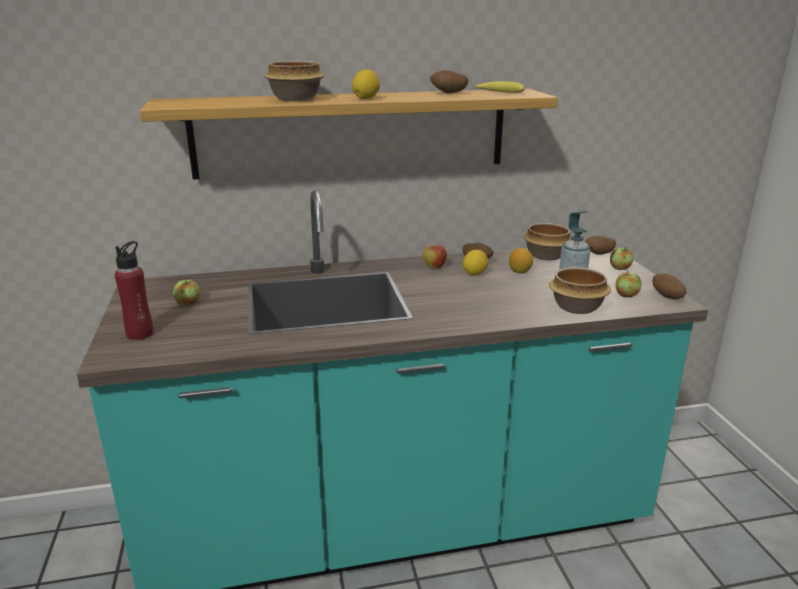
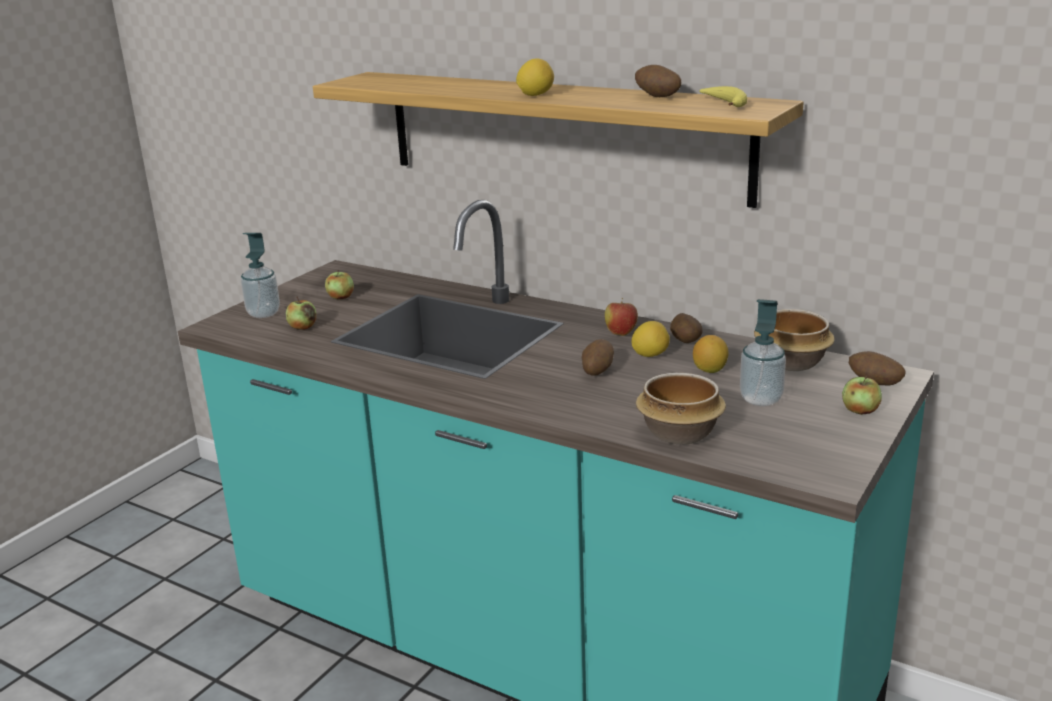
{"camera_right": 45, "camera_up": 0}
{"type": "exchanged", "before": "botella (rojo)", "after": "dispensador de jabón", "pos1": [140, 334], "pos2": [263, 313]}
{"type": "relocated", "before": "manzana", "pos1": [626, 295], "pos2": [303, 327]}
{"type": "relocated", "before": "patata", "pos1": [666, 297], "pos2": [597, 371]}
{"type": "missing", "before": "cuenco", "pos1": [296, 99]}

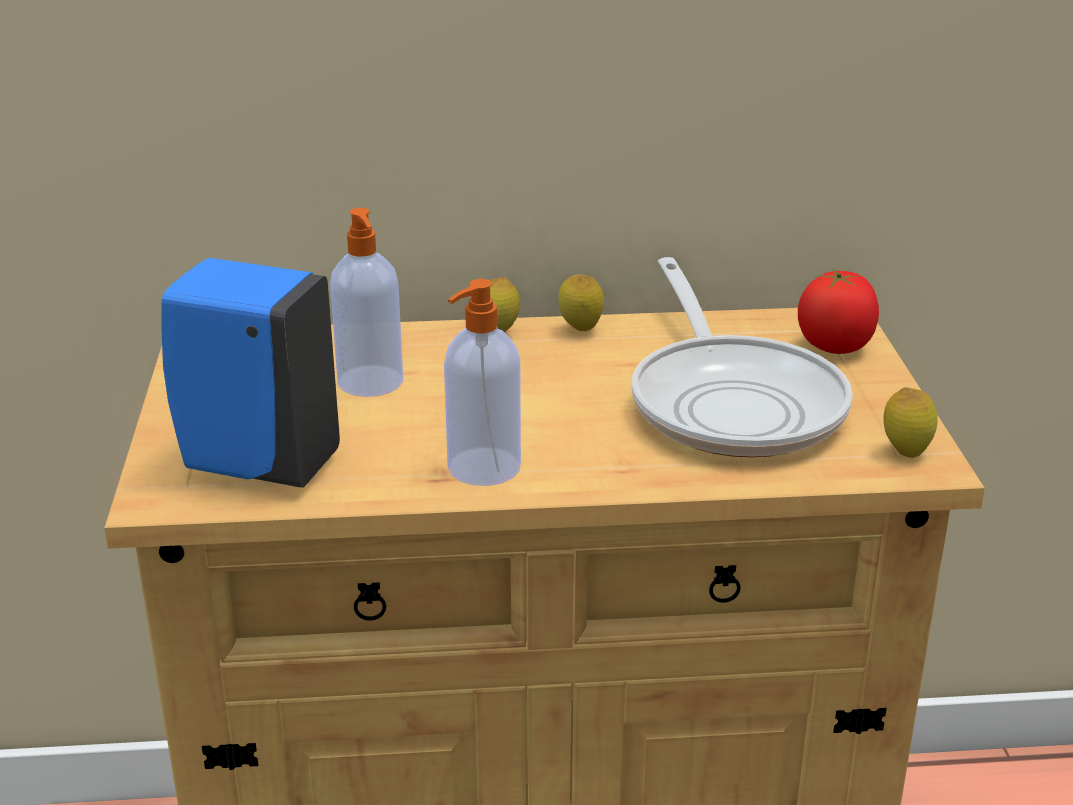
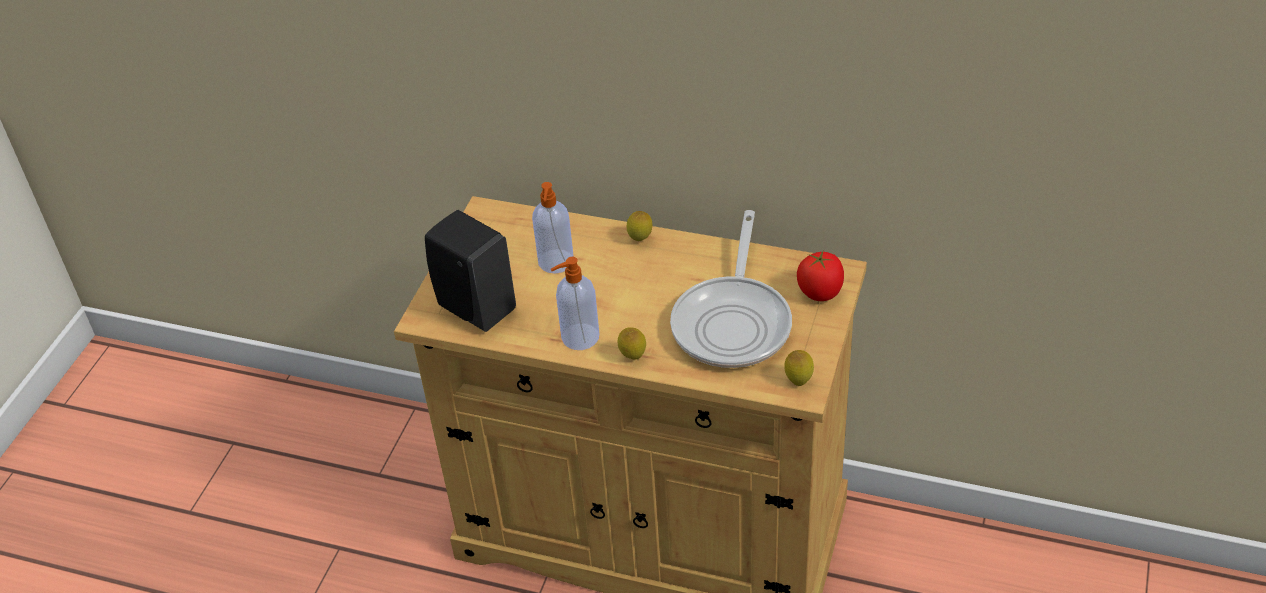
{"camera_right": 25, "camera_up": 15}
{"type": "colour", "before": "dispensador de jabón (azul)", "after": "dispensador de jabón (negro)", "pos1": [256, 465], "pos2": [475, 308]}
{"type": "relocated", "before": "limón", "pos1": [580, 330], "pos2": [632, 357]}

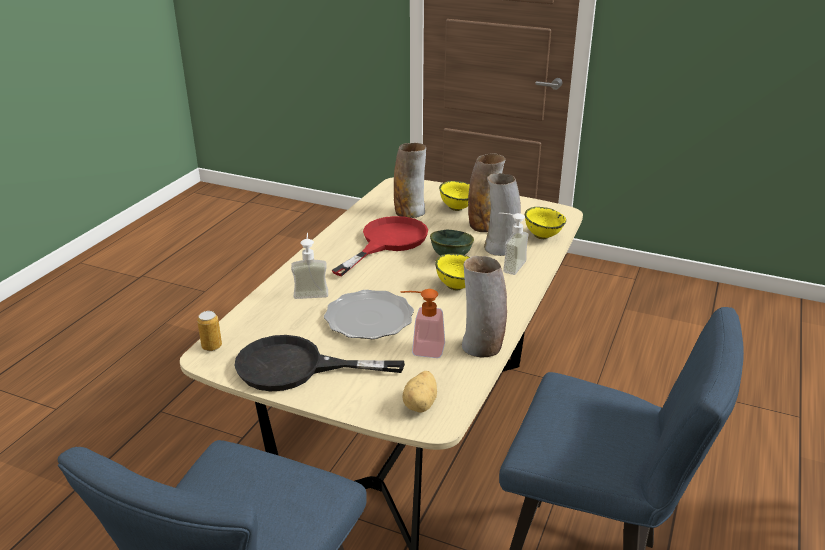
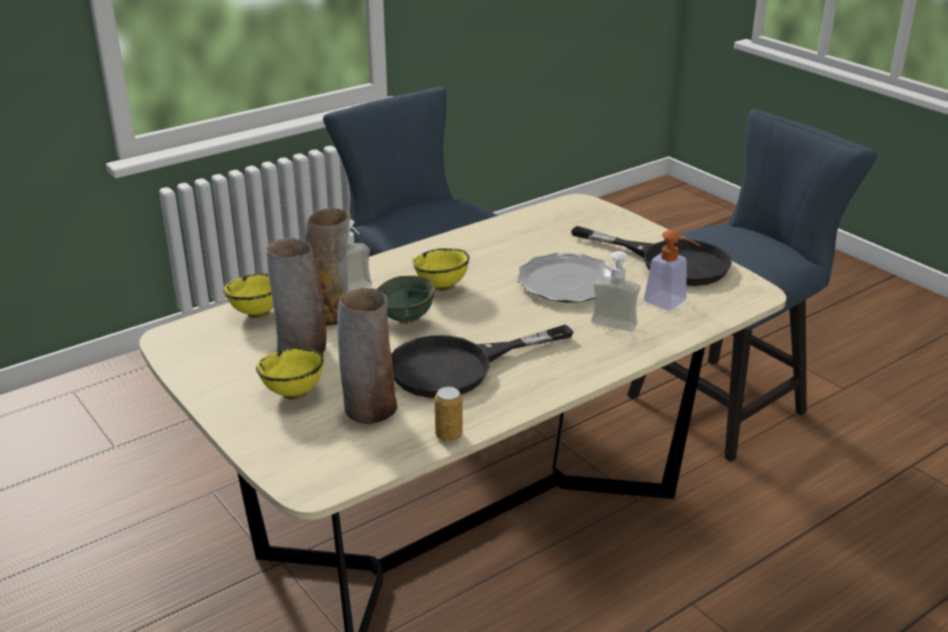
{"camera_right": -150, "camera_up": 0}
{"type": "colour", "before": "sartén (rojo)", "after": "sartén (negro)", "pos1": [387, 242], "pos2": [458, 366]}
{"type": "relocated", "before": "lata", "pos1": [212, 346], "pos2": [448, 435]}
{"type": "relocated", "before": "dispensador de jabón", "pos1": [422, 349], "pos2": [671, 304]}
{"type": "missing", "before": "patata", "pos1": [421, 404]}
{"type": "missing", "before": "florero", "pos1": [482, 347]}

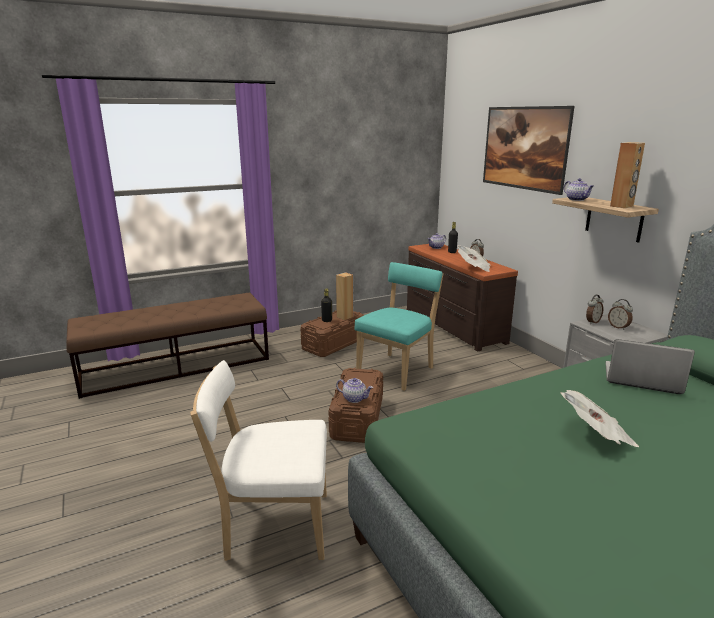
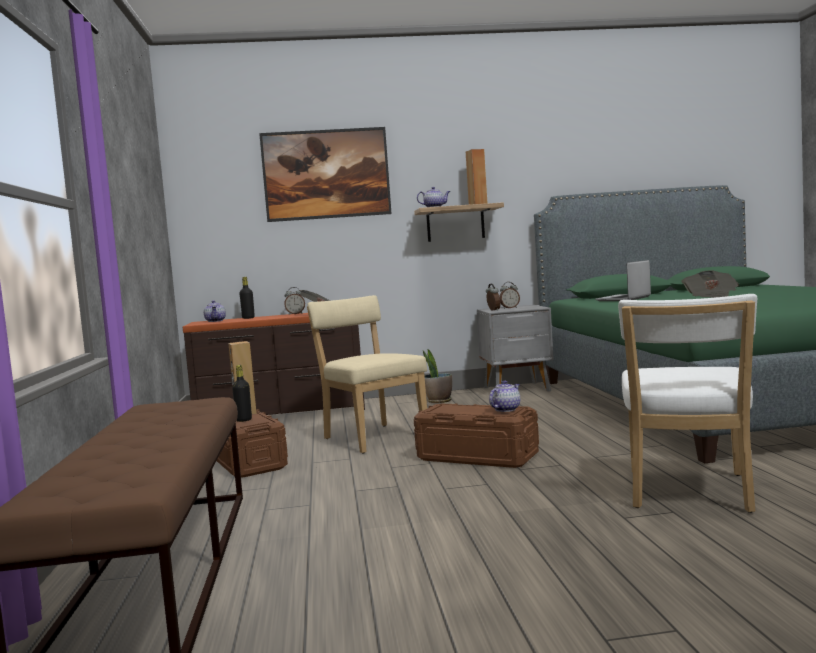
{"camera_right": -70, "camera_up": -15}
{"type": "colour", "before": "silla (turquesa)", "after": "silla (beis)", "pos1": [398, 370], "pos2": [372, 437]}
{"type": "appeared", "after": "planta en maceta", "pos2": [438, 401]}

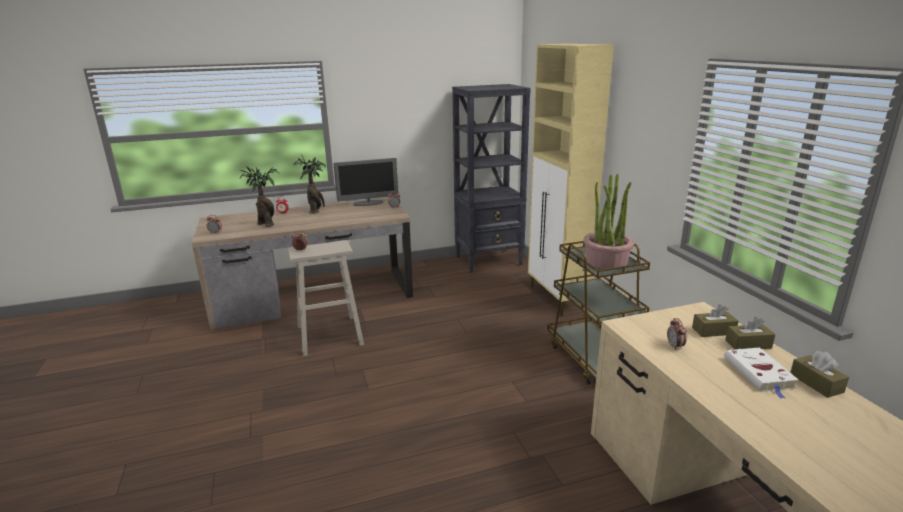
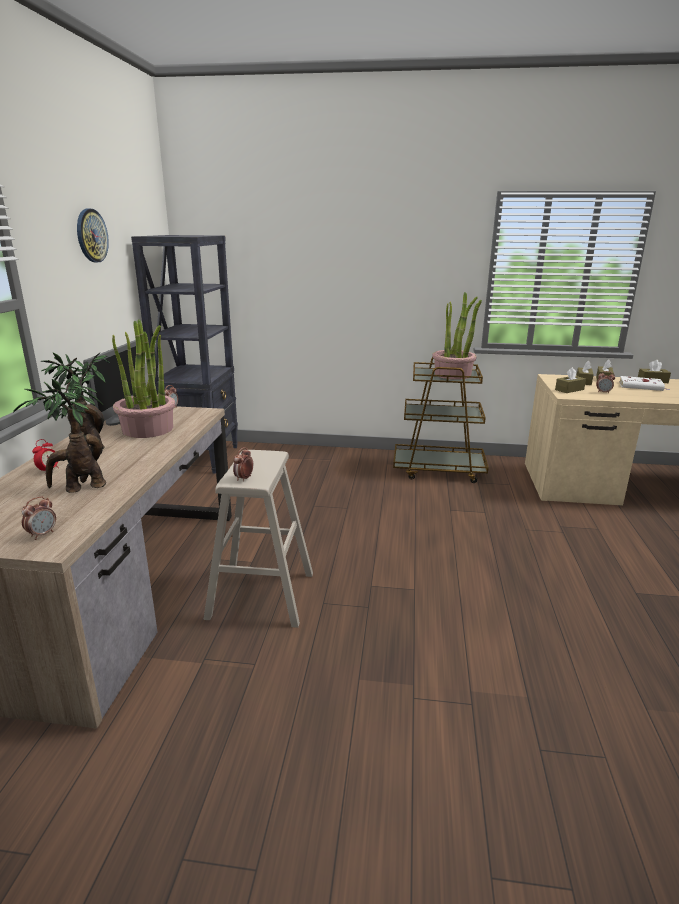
{"camera_right": -65, "camera_up": 0}
{"type": "appeared", "after": "reloj de pared", "pos2": [91, 235]}
{"type": "appeared", "after": "planta en maceta", "pos2": [148, 429]}
{"type": "appeared", "after": "caja de pañuelos (marrón)", "pos2": [569, 389]}
{"type": "missing", "before": "armario (beis)", "pos1": [557, 299]}

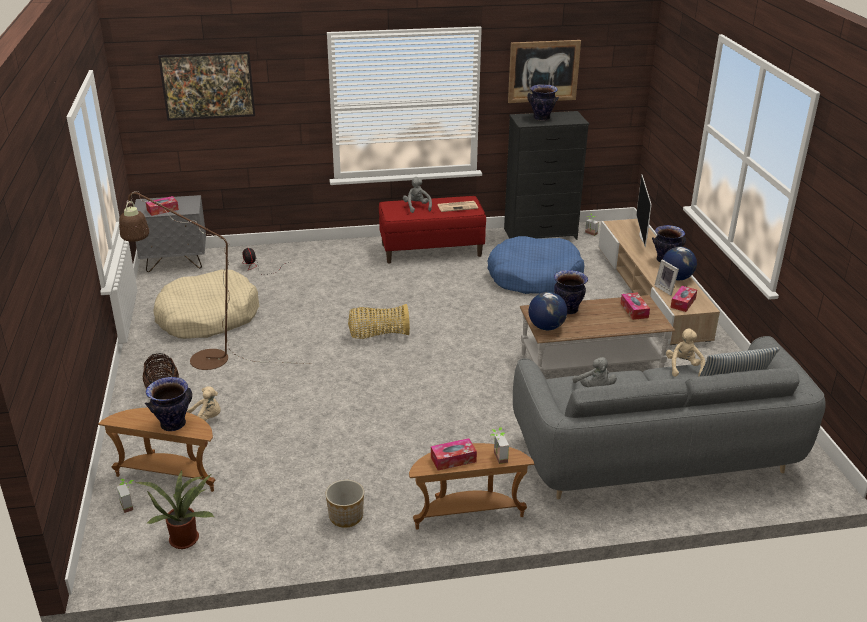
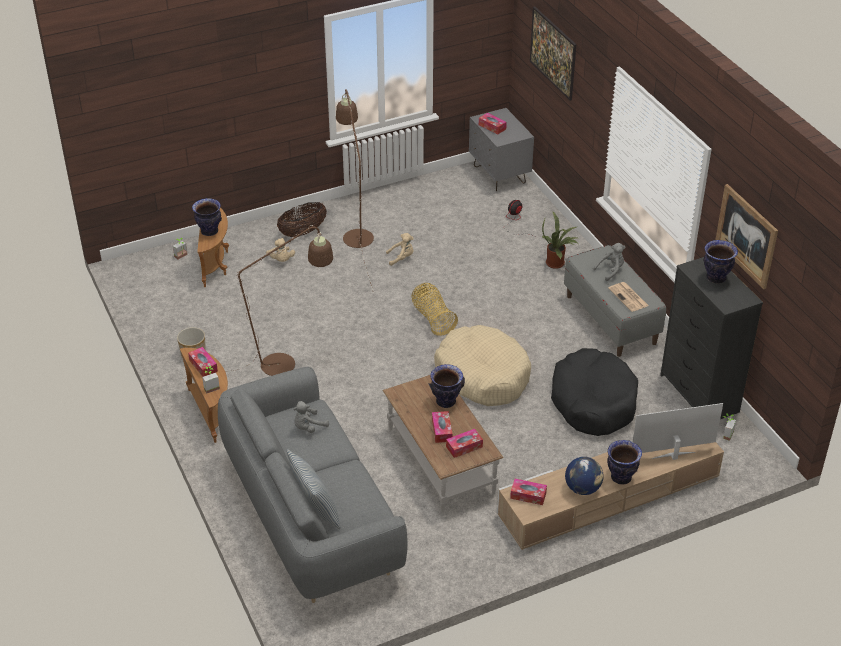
{"camera_right": 75, "camera_up": 10}
{"type": "appeared", "after": "lámpara de pie (marrón)", "pos2": [287, 363]}
{"type": "relocated", "before": "peluche (beis)", "pos1": [683, 367], "pos2": [401, 258]}
{"type": "appeared", "after": "caja de pañuelos", "pos2": [442, 430]}
{"type": "relocated", "before": "cama para perro (beis)", "pos1": [207, 317], "pos2": [482, 375]}
{"type": "relocated", "before": "planta en maceta", "pos1": [185, 537], "pos2": [557, 263]}
{"type": "colour", "before": "cama para perro (azul)", "after": "cama para perro (negro)", "pos1": [534, 277], "pos2": [593, 401]}
{"type": "colour", "before": "banco (rojo)", "after": "banco (gris)", "pos1": [431, 250], "pos2": [611, 319]}
{"type": "missing", "before": "globo terráqueo", "pos1": [546, 327]}
{"type": "missing", "before": "portarretratos", "pos1": [666, 289]}

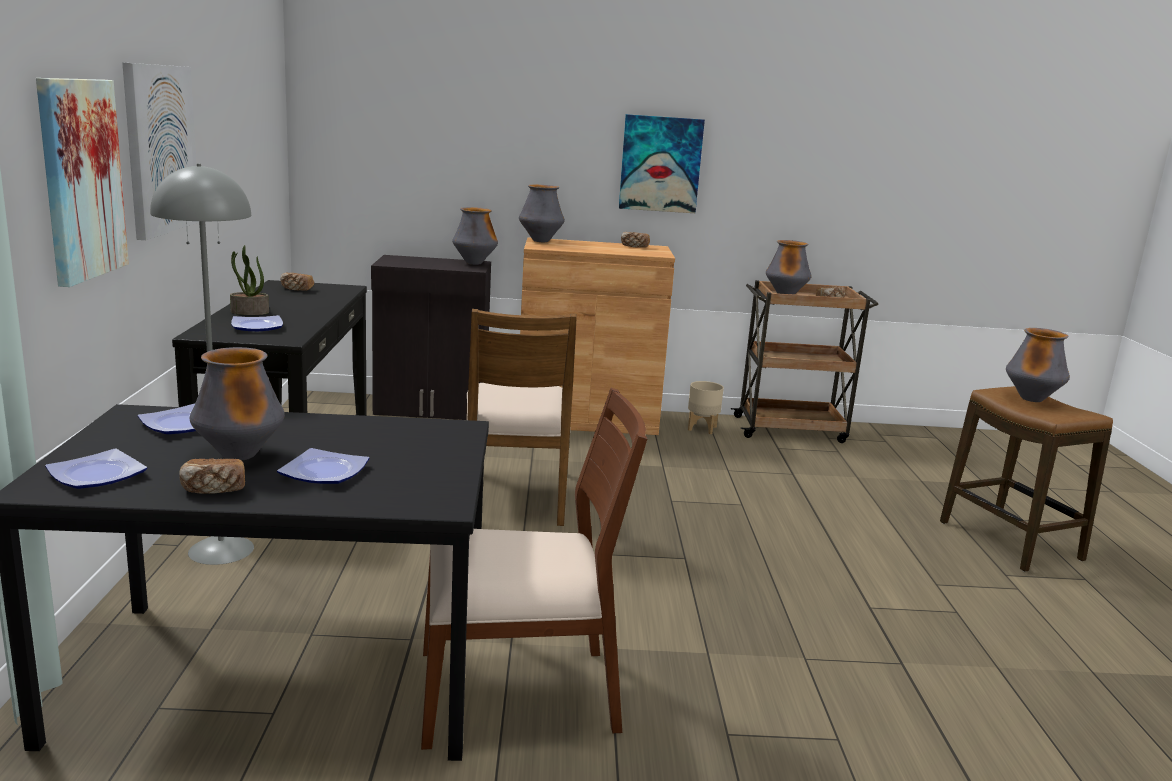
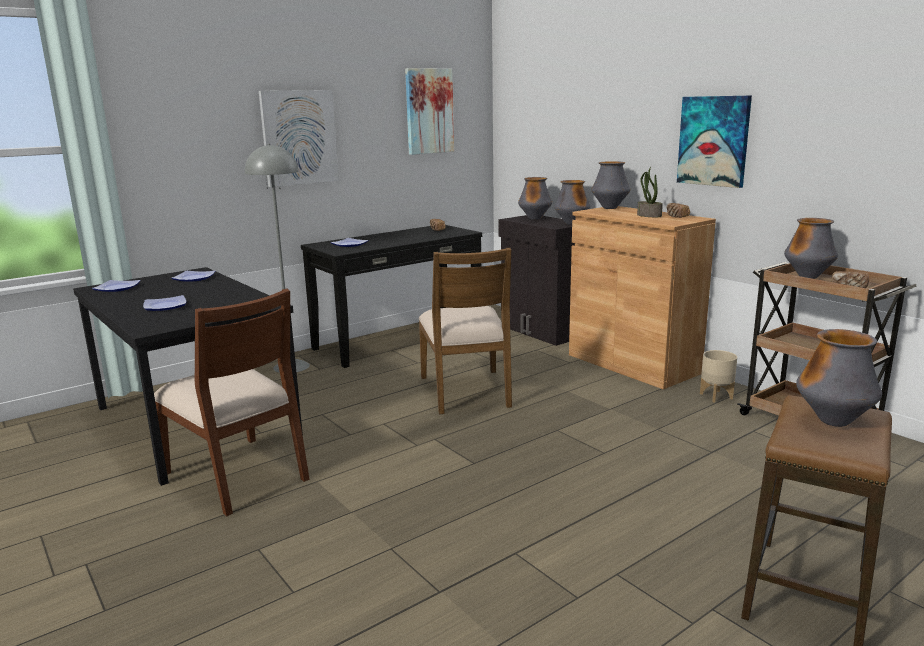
{"camera_right": 55, "camera_up": 0}
{"type": "relocated", "before": "cuadro", "pos1": [80, 179], "pos2": [429, 111]}
{"type": "spun", "before": "silla (marrón)", "pos1": [514, 497], "pos2": [466, 391], "turn": -60}
{"type": "relocated", "before": "florero", "pos1": [240, 456], "pos2": [535, 218]}
{"type": "relocated", "before": "planta en maceta", "pos1": [249, 312], "pos2": [648, 215]}
{"type": "missing", "before": "pan", "pos1": [214, 490]}

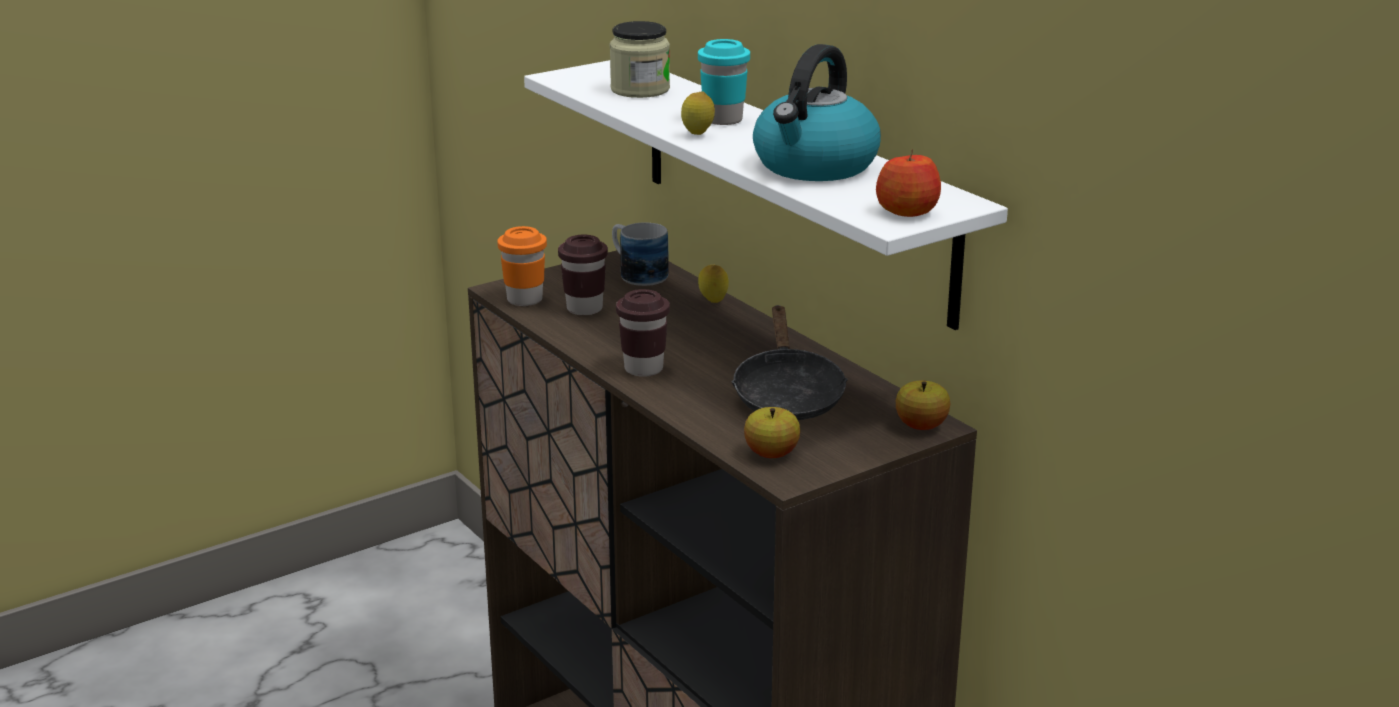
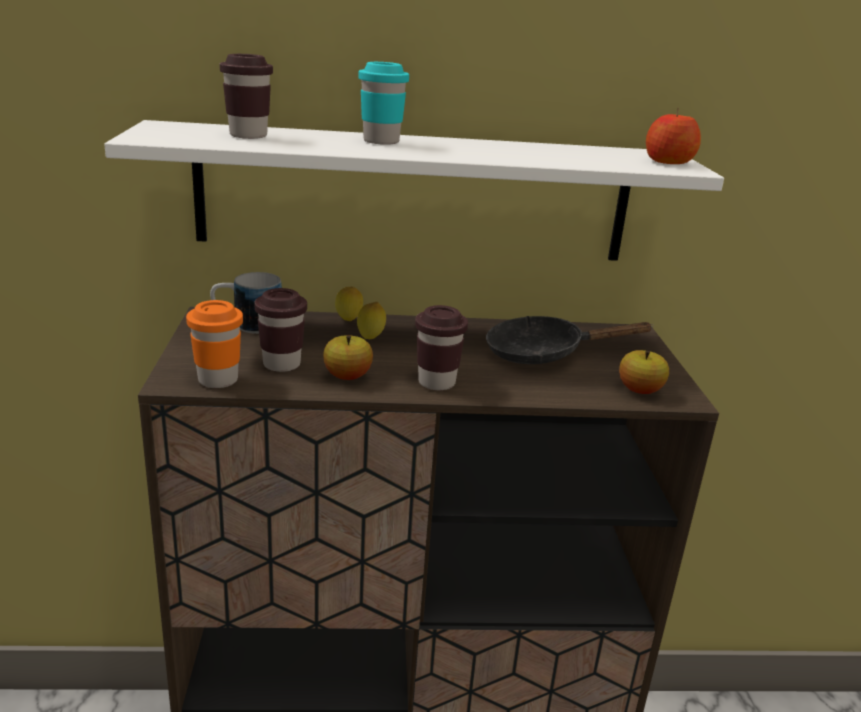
{"camera_right": -60, "camera_up": 0}
{"type": "exchanged", "before": "tarro", "after": "taza (marrón)", "pos1": [640, 90], "pos2": [248, 135]}
{"type": "relocated", "before": "manzana", "pos1": [921, 426], "pos2": [347, 376]}
{"type": "relocated", "before": "limón", "pos1": [697, 135], "pos2": [370, 339]}
{"type": "spun", "before": "sartén (negro)", "pos1": [787, 394], "pos2": [543, 353], "turn": 150}
{"type": "missing", "before": "hervidor", "pos1": [815, 166]}

